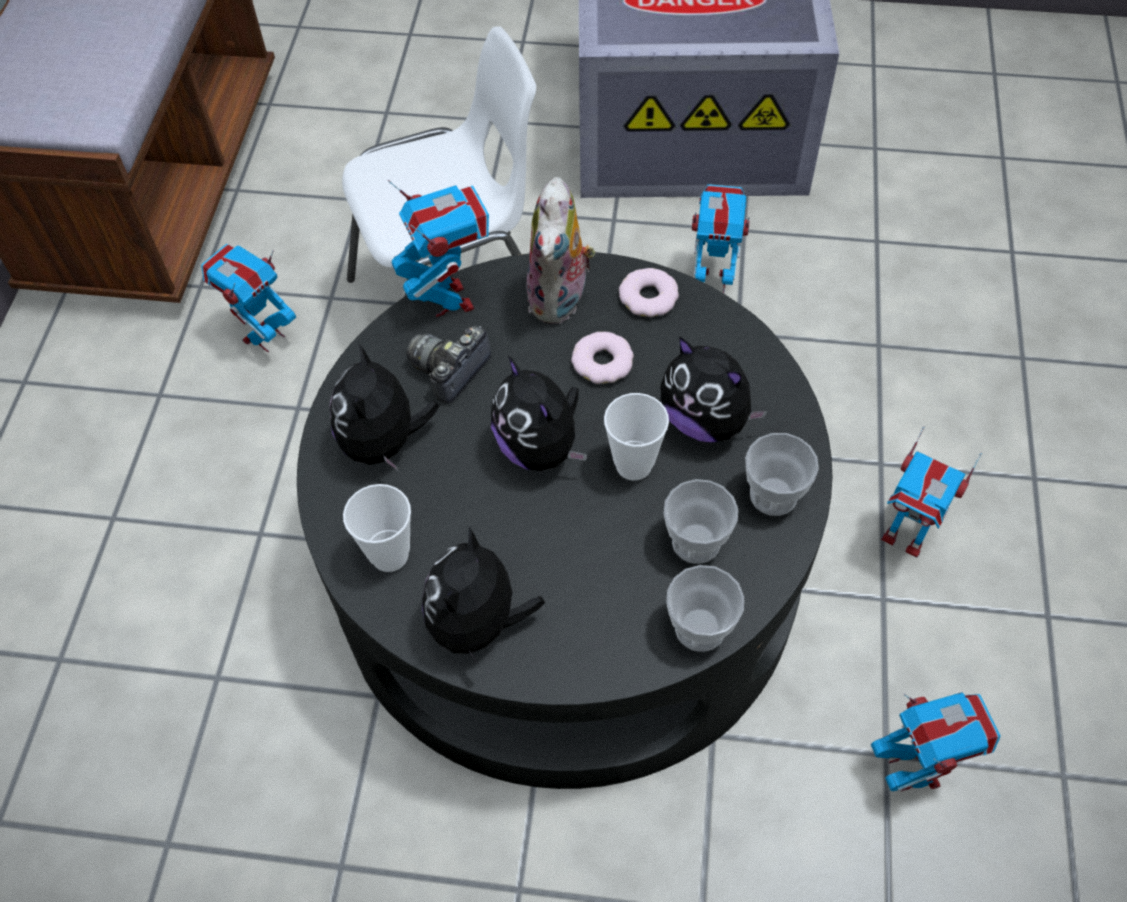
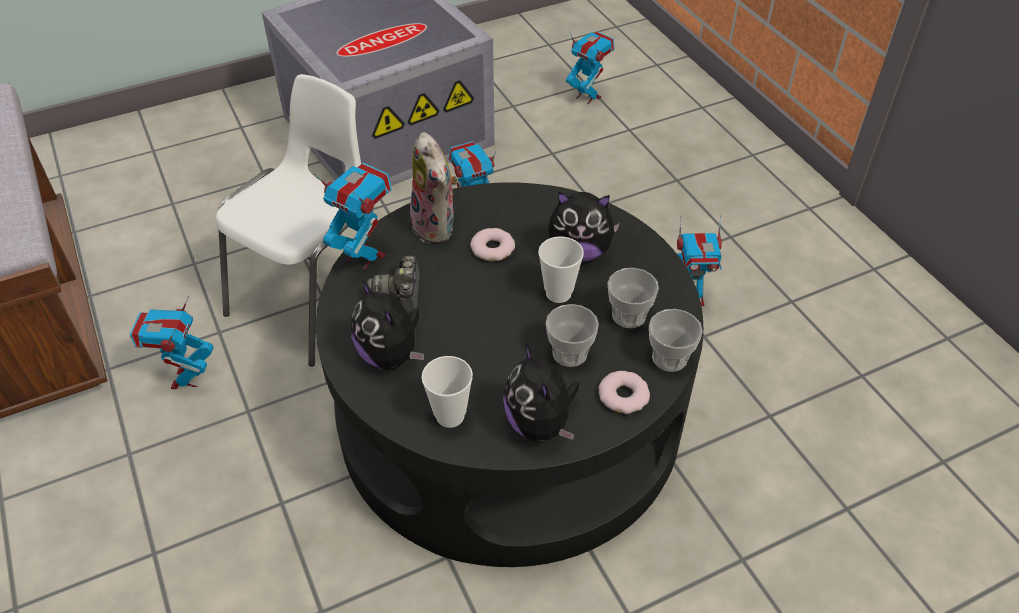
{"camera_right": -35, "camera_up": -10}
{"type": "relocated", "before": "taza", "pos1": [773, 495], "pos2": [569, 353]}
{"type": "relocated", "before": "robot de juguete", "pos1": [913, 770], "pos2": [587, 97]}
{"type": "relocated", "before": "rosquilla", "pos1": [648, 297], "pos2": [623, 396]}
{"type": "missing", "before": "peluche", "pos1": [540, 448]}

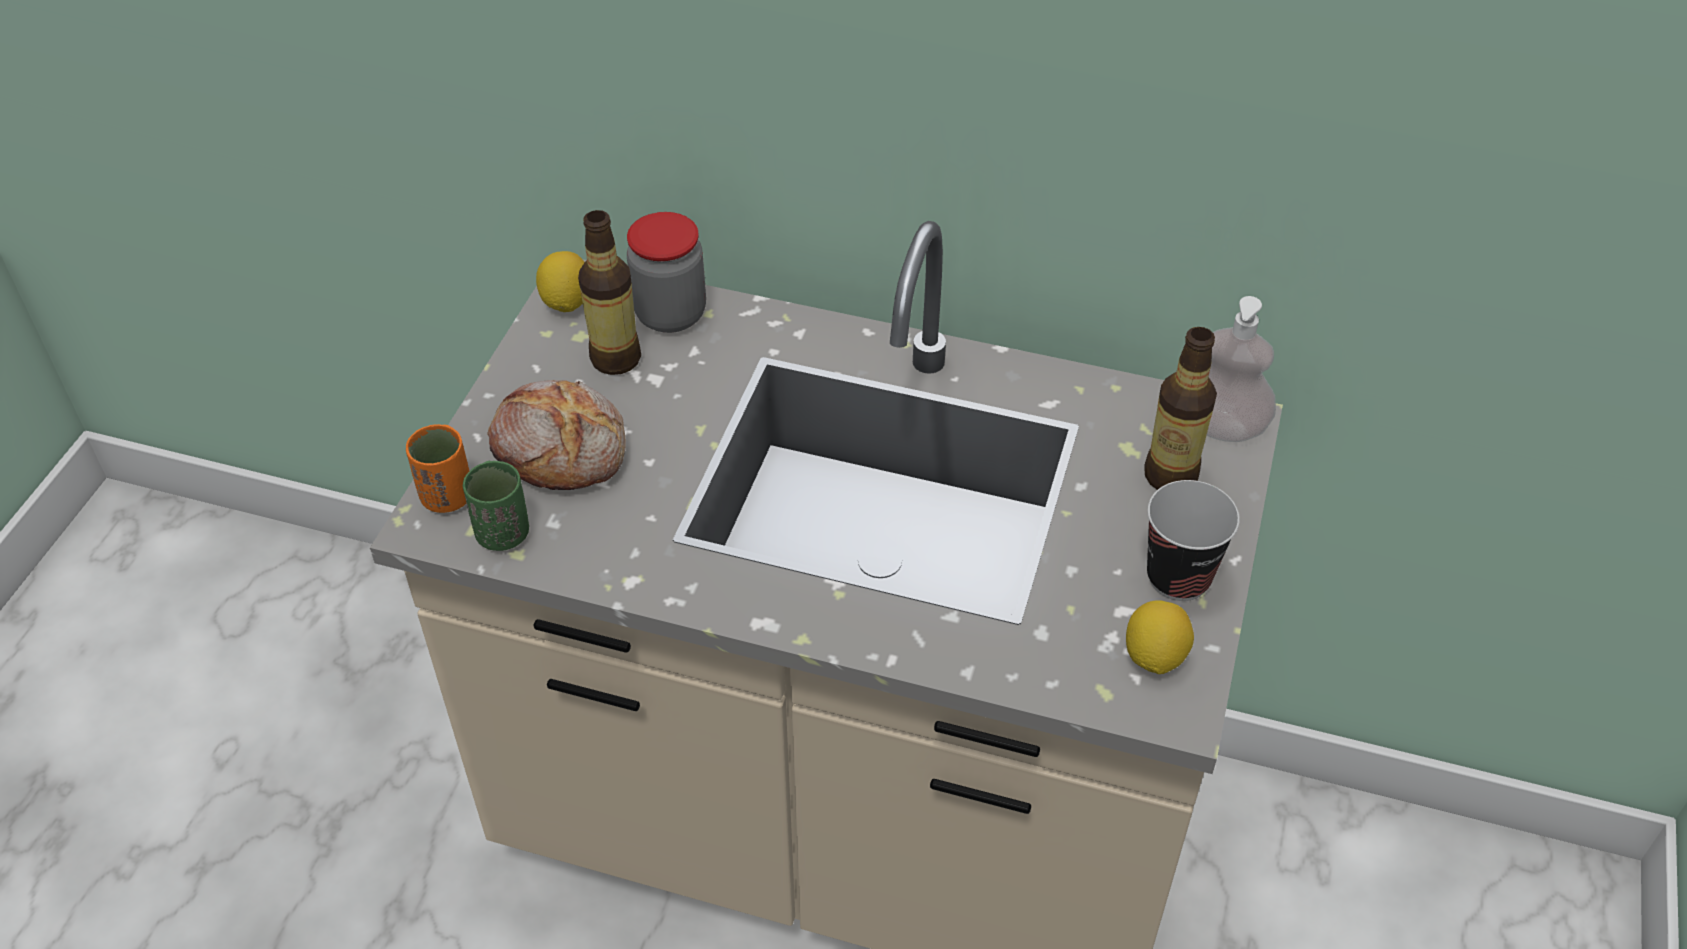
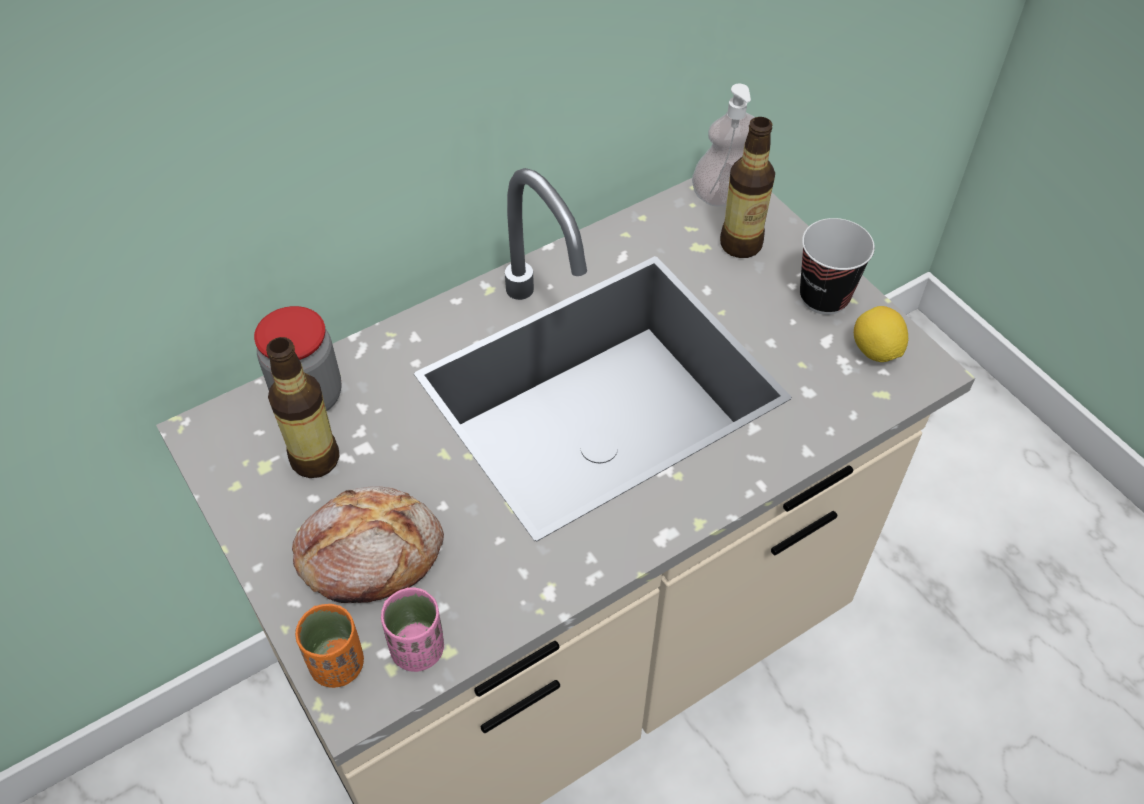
{"camera_right": -50, "camera_up": 5}
{"type": "colour", "before": "taza (verde)", "after": "taza (rosa)", "pos1": [503, 534], "pos2": [418, 649]}
{"type": "missing", "before": "limón", "pos1": [567, 302]}

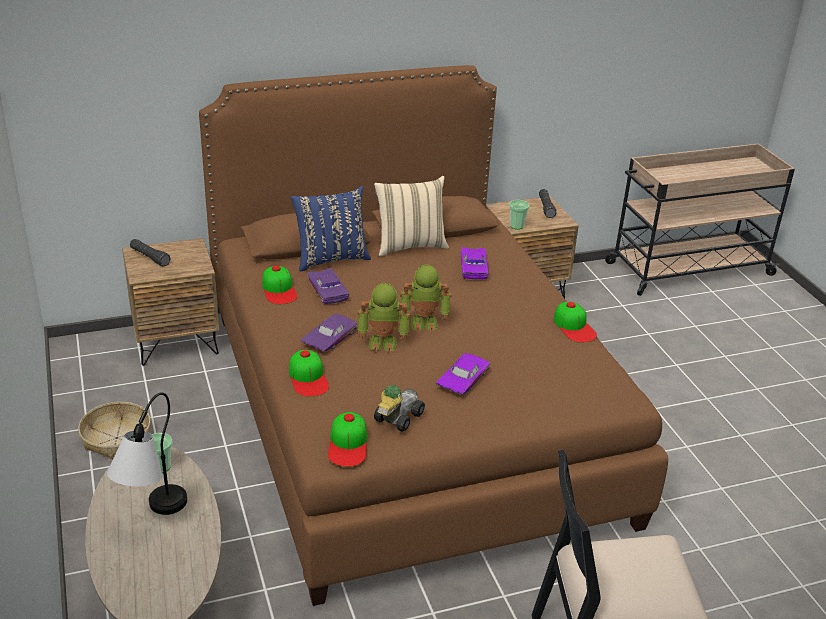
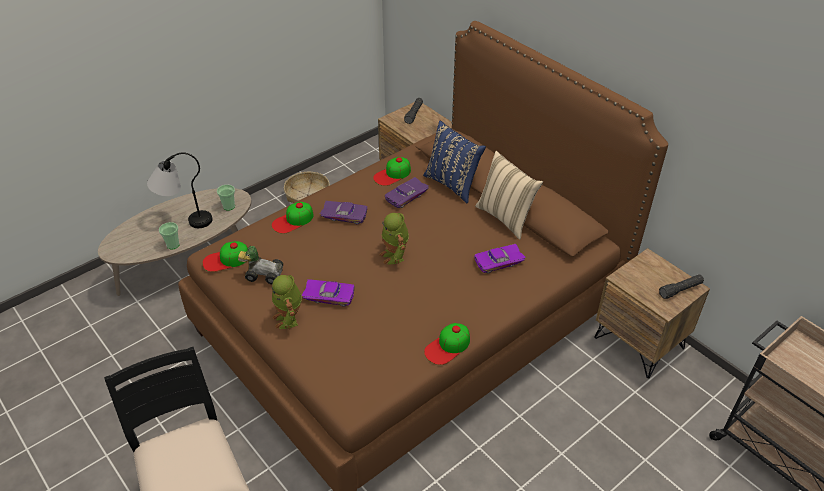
{"camera_right": 70, "camera_up": 10}
{"type": "relocated", "before": "taza", "pos1": [516, 226], "pos2": [173, 245]}
{"type": "relocated", "before": "robot de juguete", "pos1": [383, 342], "pos2": [289, 319]}

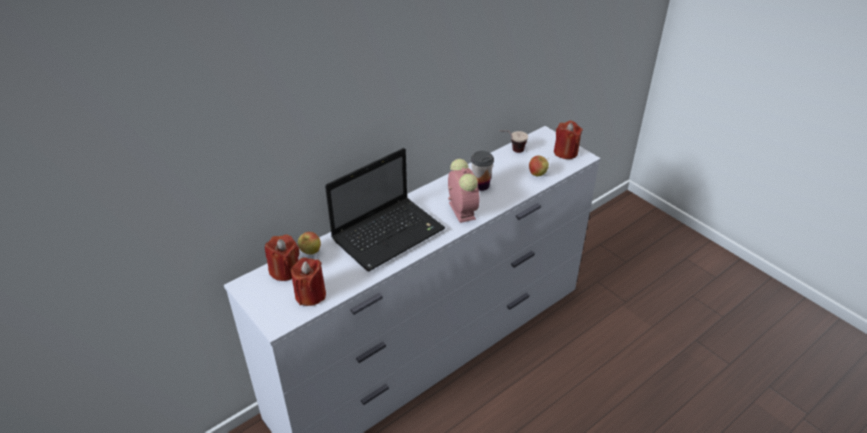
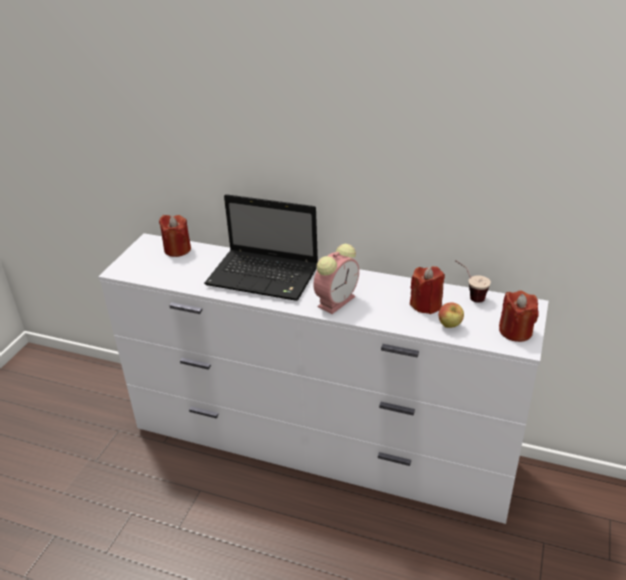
{"camera_right": 60, "camera_up": -5}
{"type": "relocated", "before": "vela (rojo)", "pos1": [310, 295], "pos2": [426, 305]}
{"type": "missing", "before": "manzana", "pos1": [310, 252]}
{"type": "missing", "before": "taza", "pos1": [481, 185]}

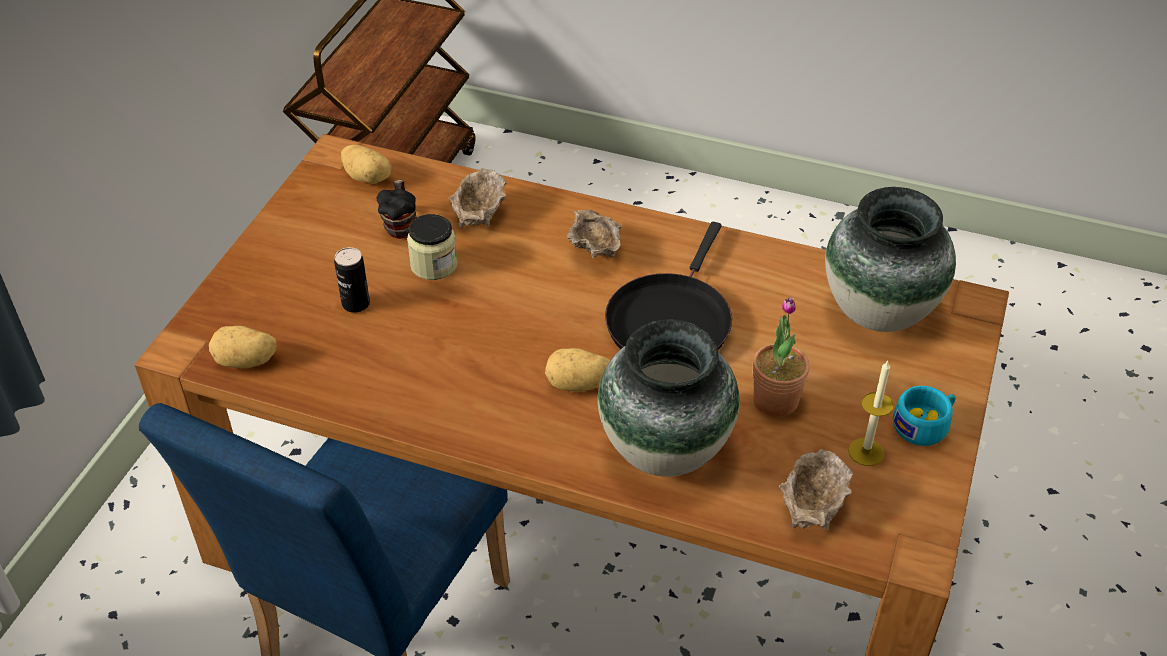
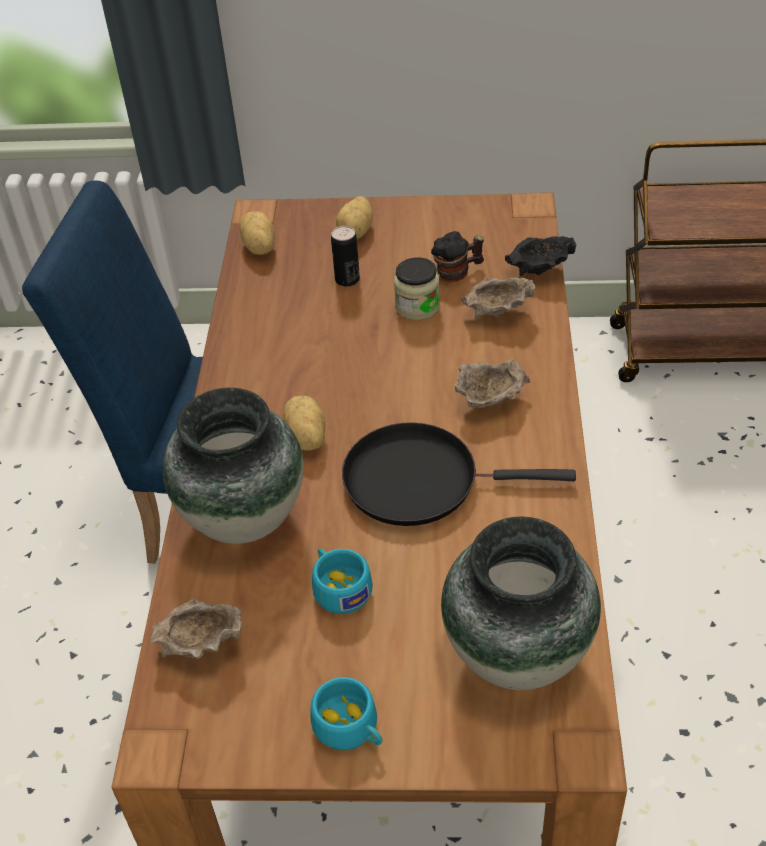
{"camera_right": 75, "camera_up": 0}
{"type": "exchanged", "before": "planta en maceta", "after": "taza (turquesa)", "pos1": [775, 400], "pos2": [339, 588]}
{"type": "relocated", "before": "patata", "pos1": [368, 177], "pos2": [357, 231]}
{"type": "appeared", "after": "cuenco (negro)", "pos2": [539, 271]}
{"type": "missing", "before": "vela", "pos1": [866, 452]}

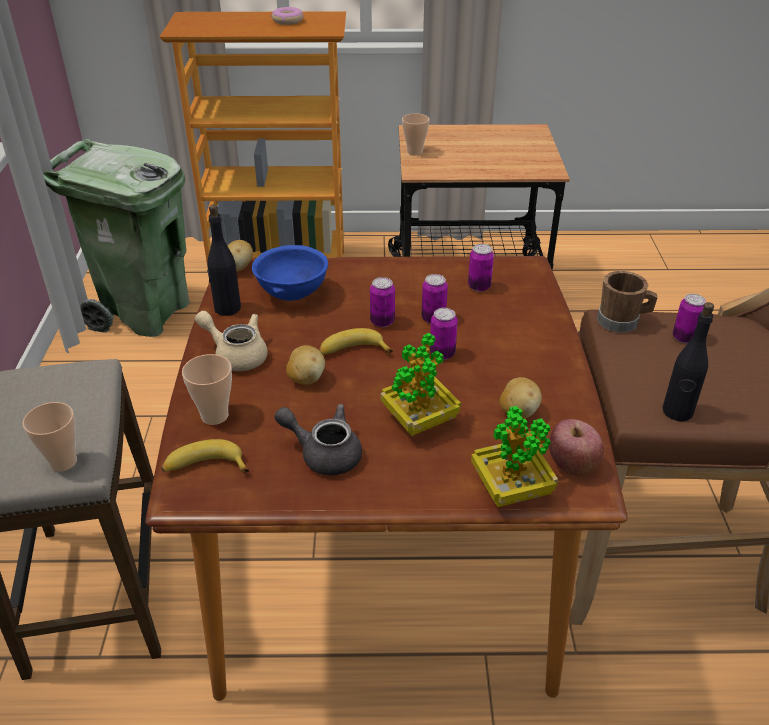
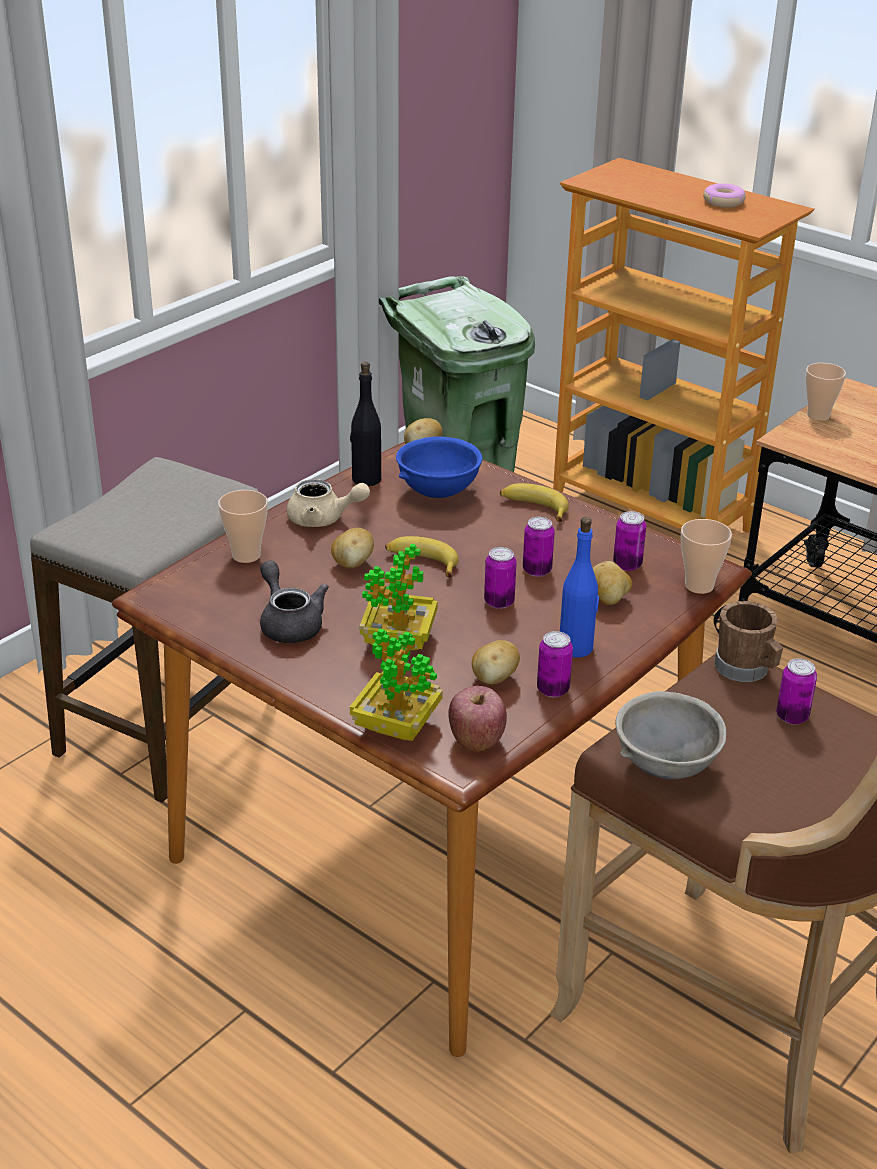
{"camera_right": 40, "camera_up": -5}
{"type": "spun", "before": "tetera (beis)", "pos1": [236, 355], "pos2": [323, 519], "turn": 120}
{"type": "relocated", "before": "plátano", "pos1": [204, 467], "pos2": [534, 508]}
{"type": "relocated", "before": "lata", "pos1": [382, 322], "pos2": [553, 690]}
{"type": "appeared", "after": "botella (azul)", "pos2": [576, 647]}
{"type": "appeared", "after": "patata", "pos2": [608, 599]}
{"type": "exchanged", "before": "botella (negro)", "after": "cuenco (gris)", "pos1": [677, 412], "pos2": [667, 767]}
{"type": "relocated", "before": "taza", "pos1": [63, 462], "pos2": [699, 586]}

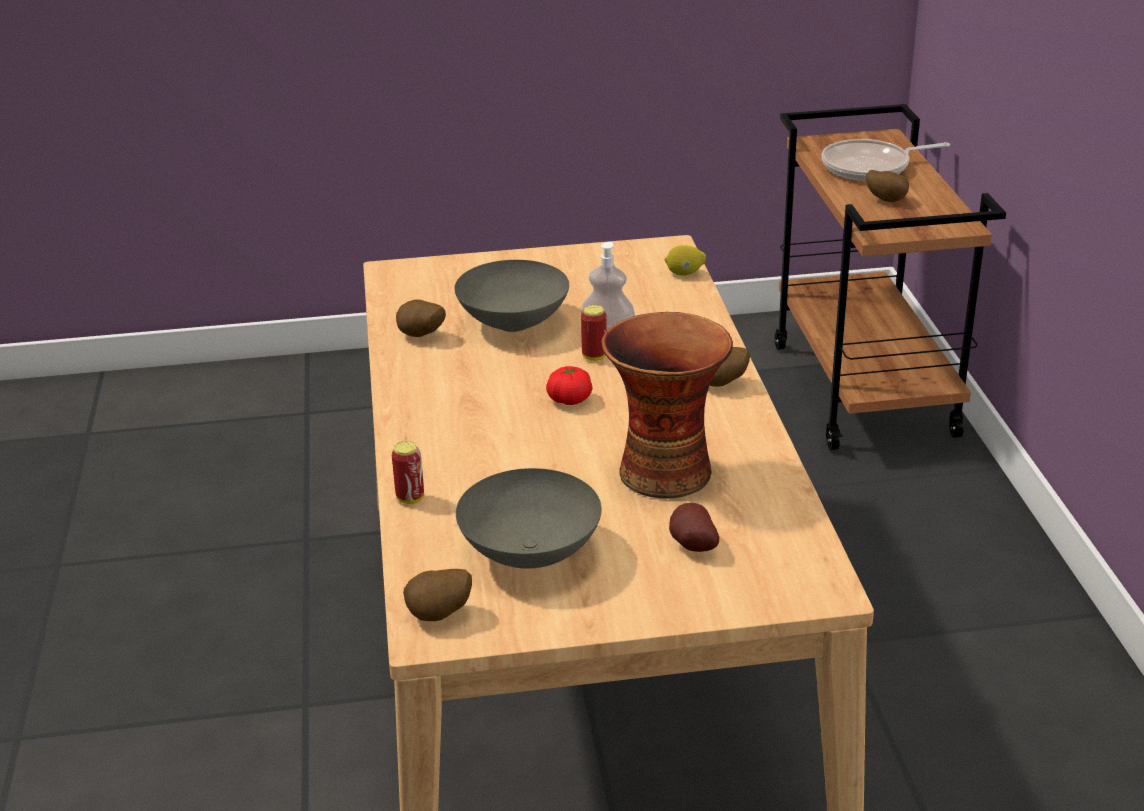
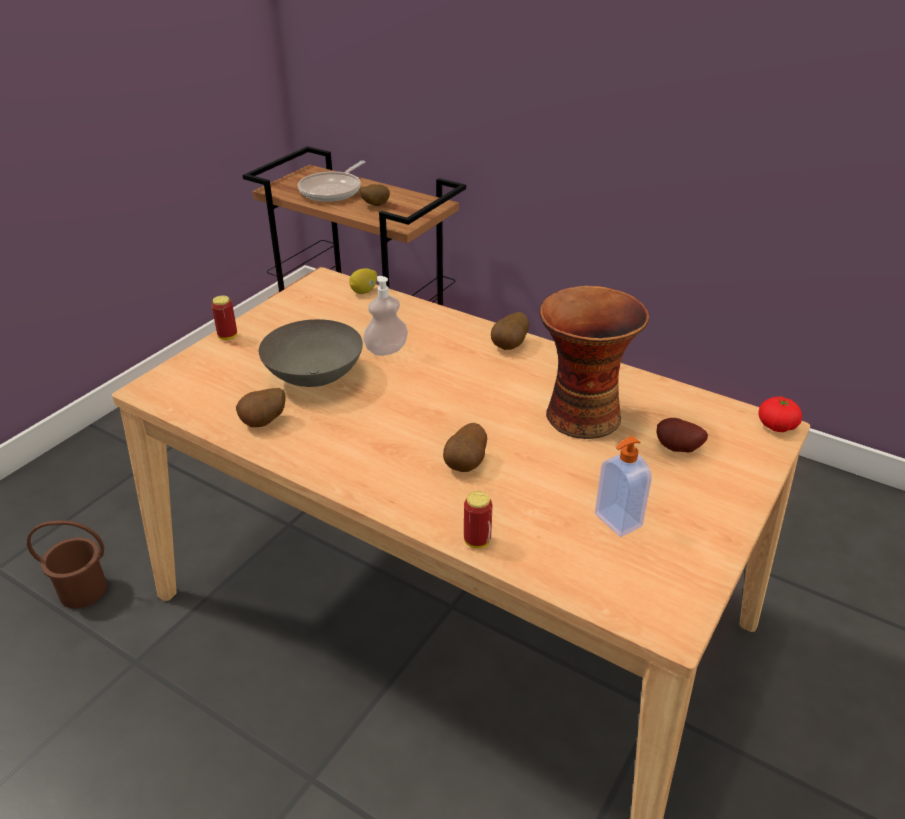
{"camera_right": -50, "camera_up": 5}
{"type": "appeared", "after": "cubo (marrón)", "pos2": [83, 590]}
{"type": "relocated", "before": "lata", "pos1": [594, 356], "pos2": [228, 336]}
{"type": "relocated", "before": "patata", "pos1": [440, 616], "pos2": [466, 464]}
{"type": "exchanged", "before": "cuenco (gris)", "after": "dispensador de jabón", "pos1": [530, 554], "pos2": [616, 521]}
{"type": "relocated", "before": "tomate", "pos1": [569, 400], "pos2": [776, 426]}

